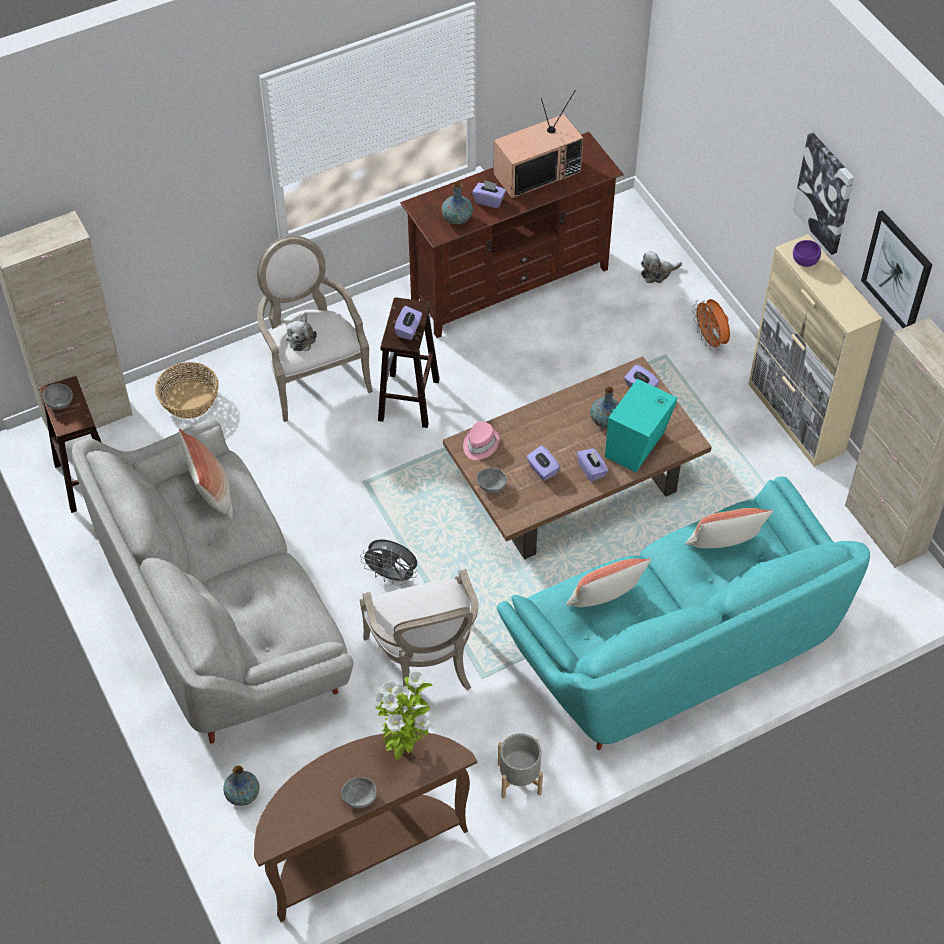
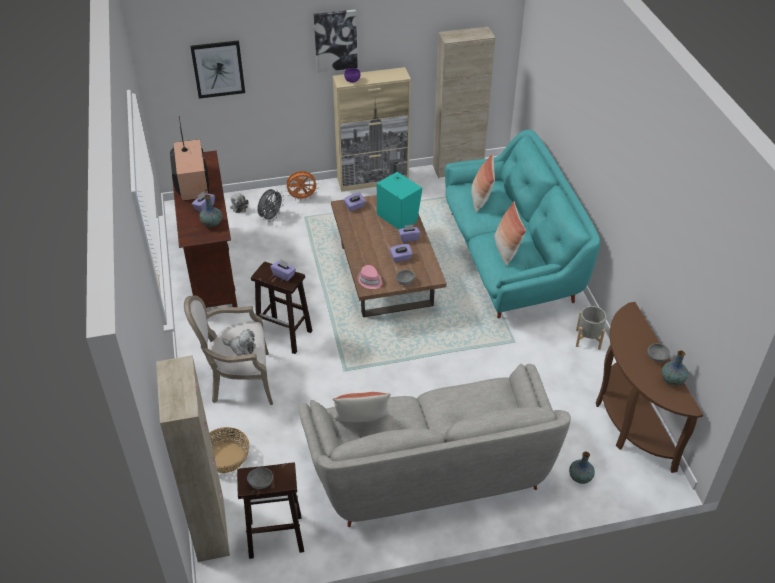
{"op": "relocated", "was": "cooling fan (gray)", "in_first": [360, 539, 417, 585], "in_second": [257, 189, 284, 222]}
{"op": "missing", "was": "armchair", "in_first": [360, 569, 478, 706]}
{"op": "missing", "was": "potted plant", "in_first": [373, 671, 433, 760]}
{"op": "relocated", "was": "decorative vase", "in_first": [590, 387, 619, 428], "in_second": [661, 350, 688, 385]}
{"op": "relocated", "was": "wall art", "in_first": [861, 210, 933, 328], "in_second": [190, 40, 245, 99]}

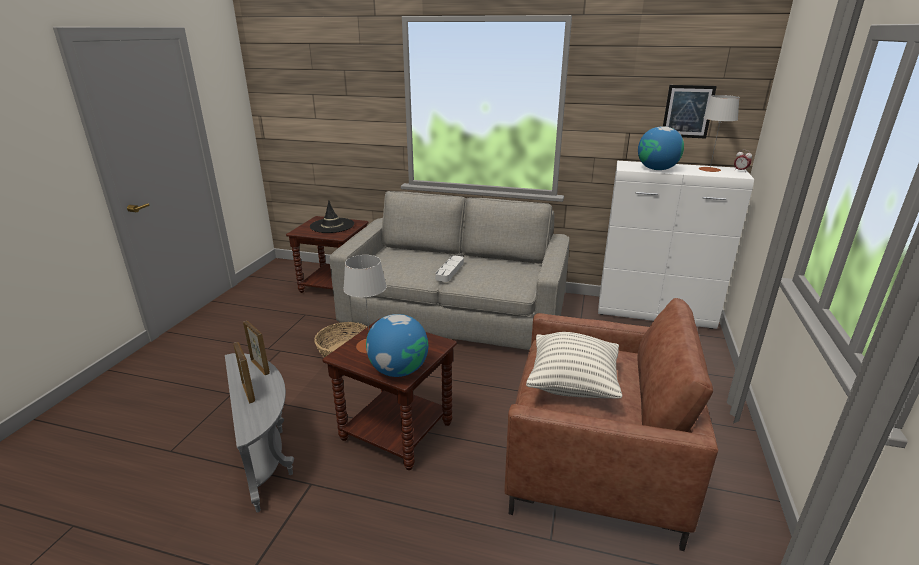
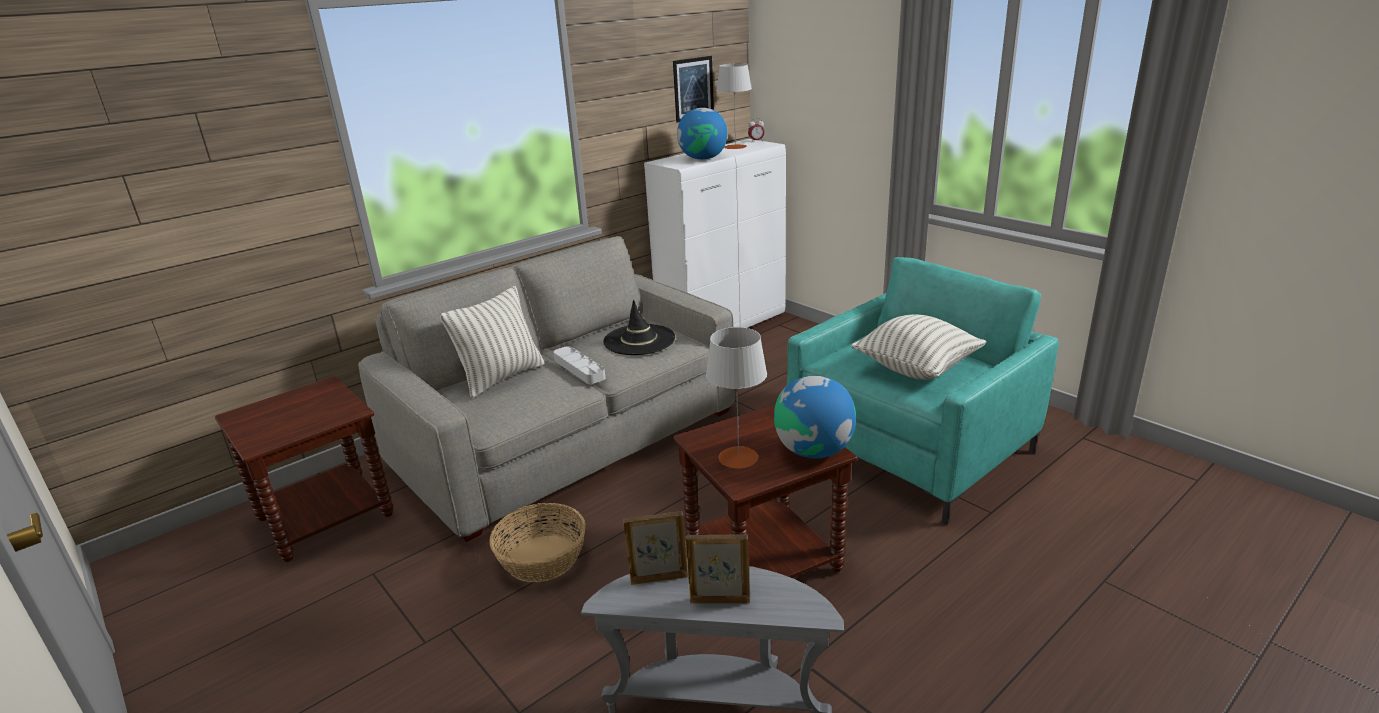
{"op": "relocated", "was": "clothing hat (black-coloured)", "in_first": [310, 200, 354, 233], "in_second": [603, 300, 675, 355]}
{"op": "colour", "was": "armchair (brown-coloured)", "now": "armchair (turquoise-coloured)", "in_first": [504, 298, 718, 551], "in_second": [787, 257, 1059, 525]}
{"op": "appeared", "now": "throw pillow", "in_second": [440, 286, 544, 398]}

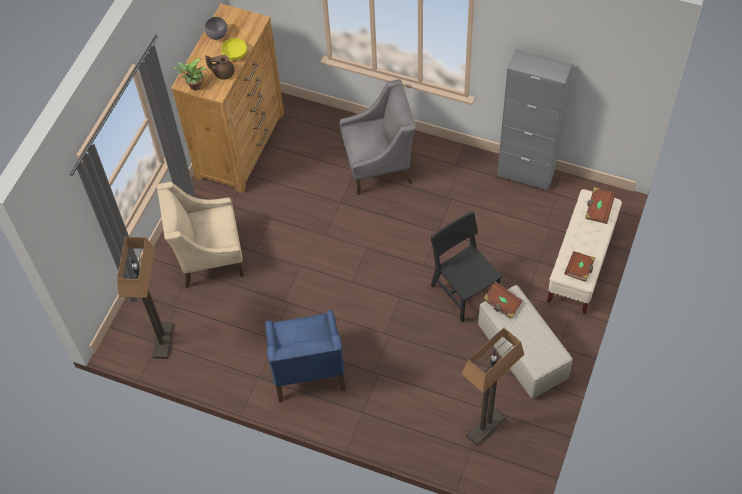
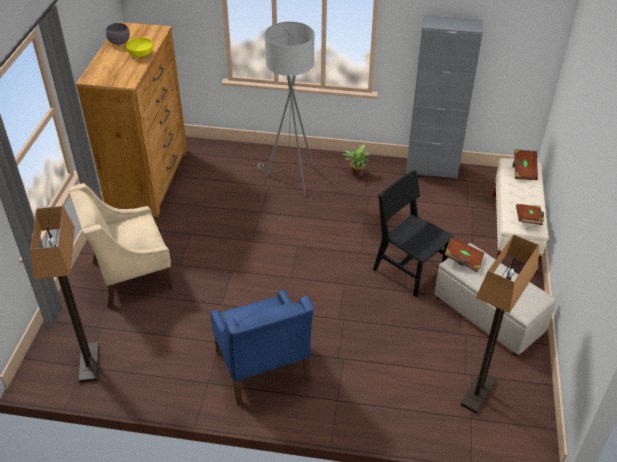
{"op": "relocated", "was": "potted plant", "in_first": [172, 58, 207, 90], "in_second": [342, 145, 370, 176]}
{"op": "missing", "was": "teapot (brown-coloured)", "in_first": [205, 55, 234, 80]}
{"op": "exchanged", "was": "armchair (gray)", "now": "standing lamp (gray)", "in_first": [340, 79, 416, 195], "in_second": [257, 22, 314, 196]}

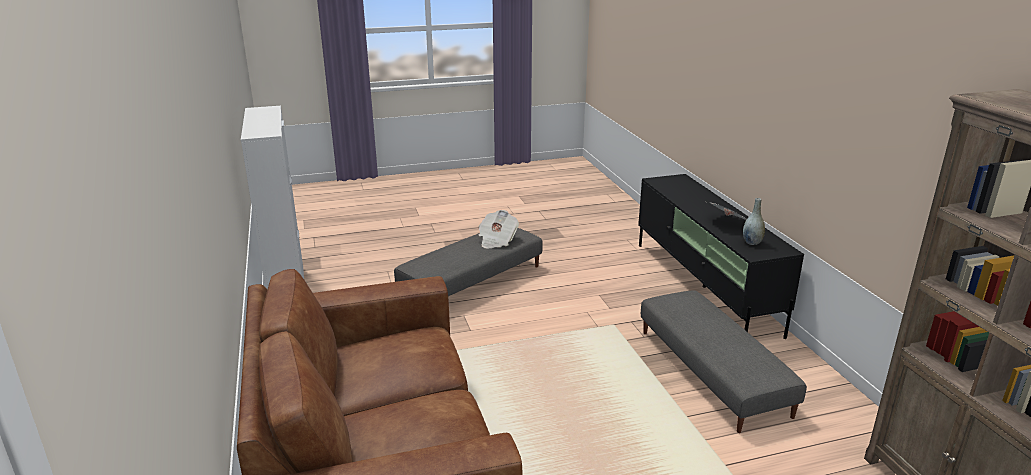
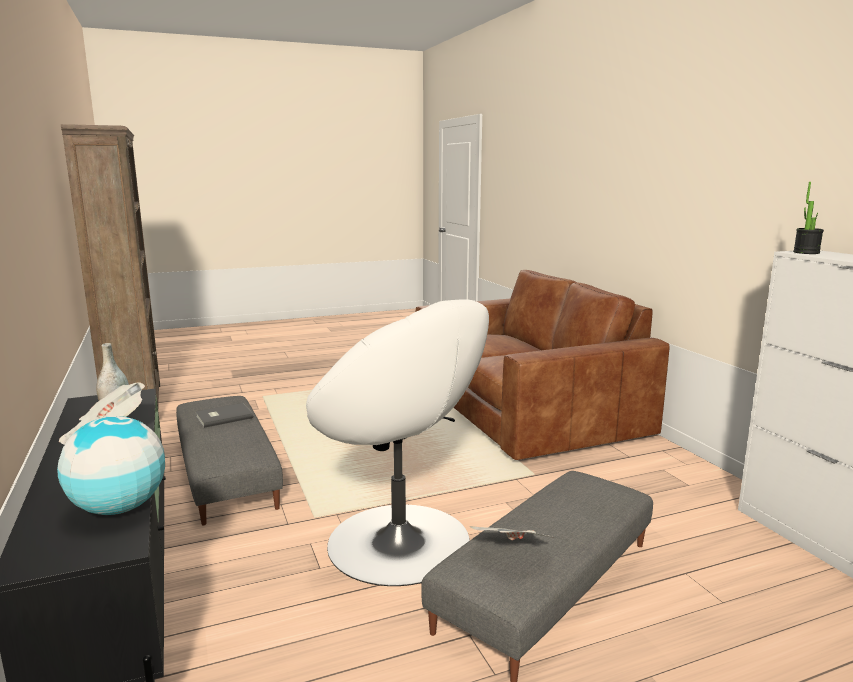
{"op": "appeared", "now": "globe", "in_second": [57, 416, 165, 515]}
{"op": "appeared", "now": "volume (gray)", "in_second": [196, 403, 253, 428]}
{"op": "appeared", "now": "armchair (white)", "in_second": [306, 299, 489, 586]}
{"op": "appeared", "now": "potted plant", "in_second": [793, 182, 824, 254]}

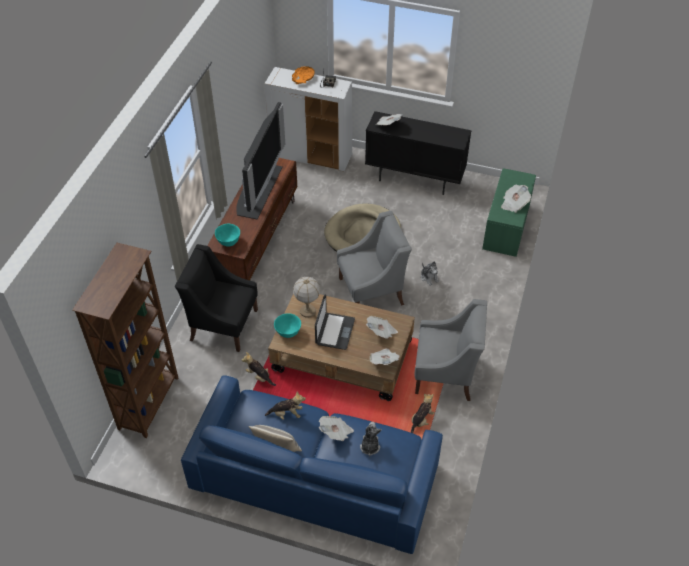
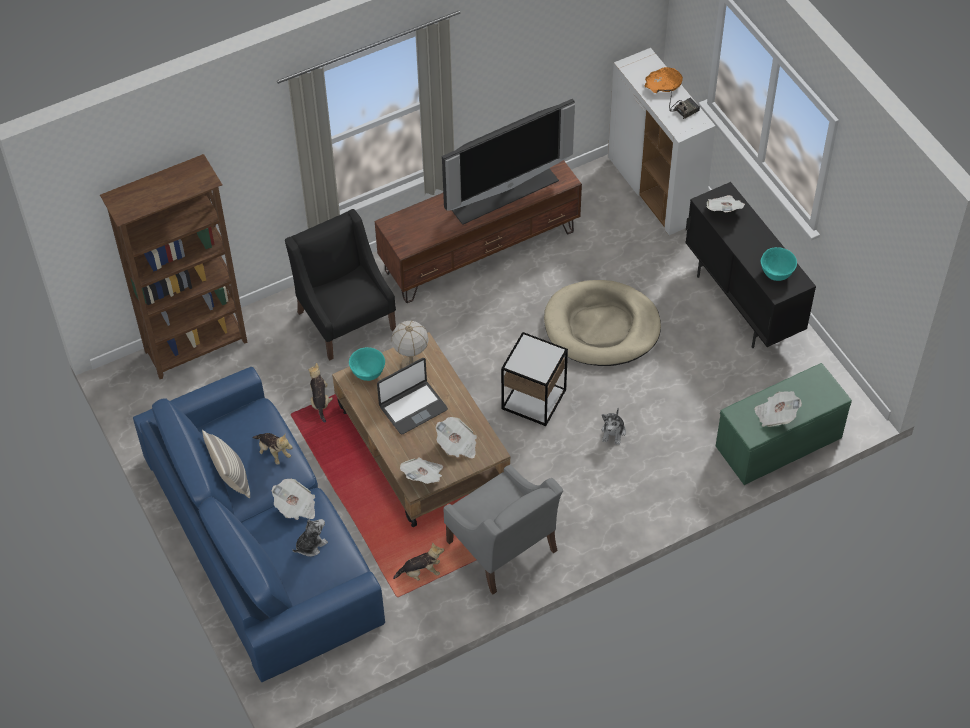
{"op": "relocated", "was": "bowl (turquoise-coloured)", "in_first": [215, 224, 240, 247], "in_second": [761, 247, 797, 281]}
{"op": "exchanged", "was": "armchair (gray)", "now": "side table", "in_first": [337, 211, 412, 305], "in_second": [501, 332, 568, 426]}

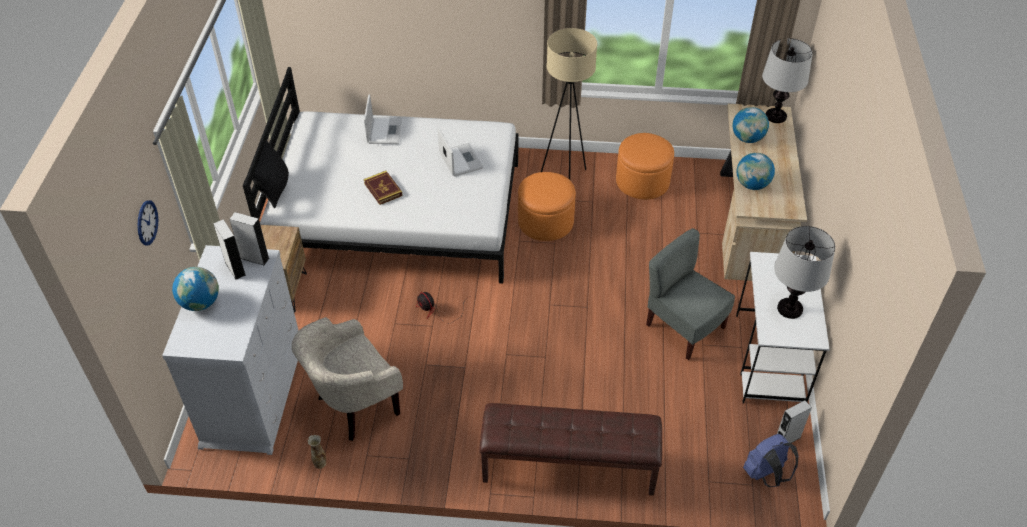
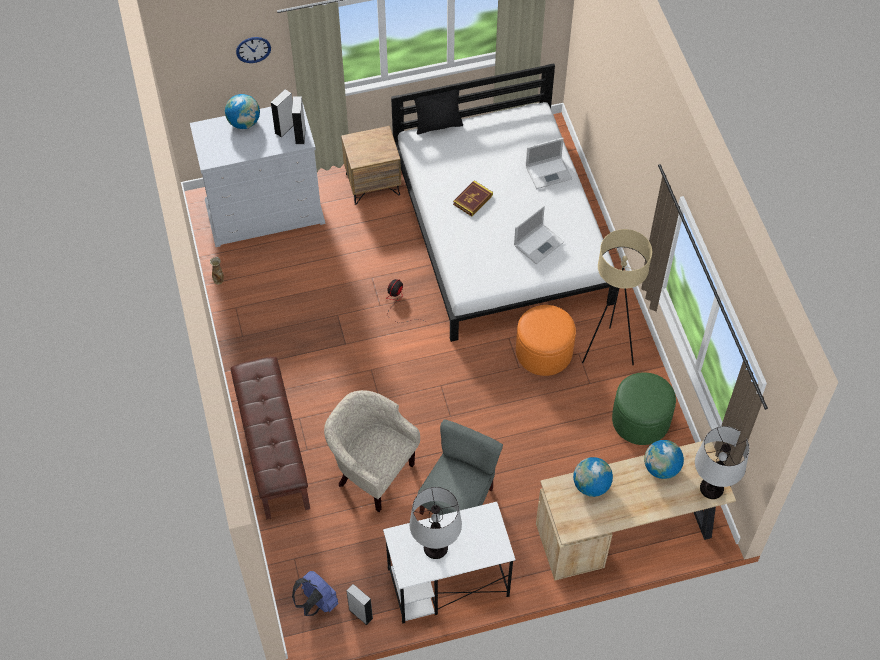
{"op": "relocated", "was": "armchair (sand-coloured)", "in_first": [292, 317, 403, 441], "in_second": [324, 390, 420, 512]}
{"op": "colour", "was": "ottoman (orange)", "now": "ottoman (green-coloured)", "in_first": [616, 133, 674, 200], "in_second": [612, 373, 676, 445]}

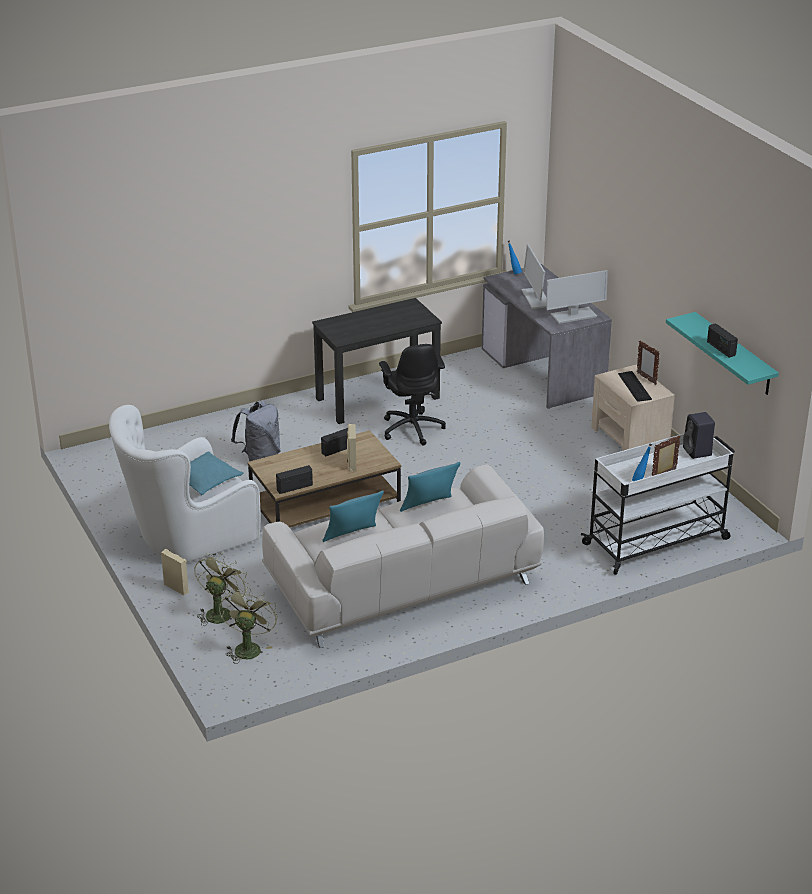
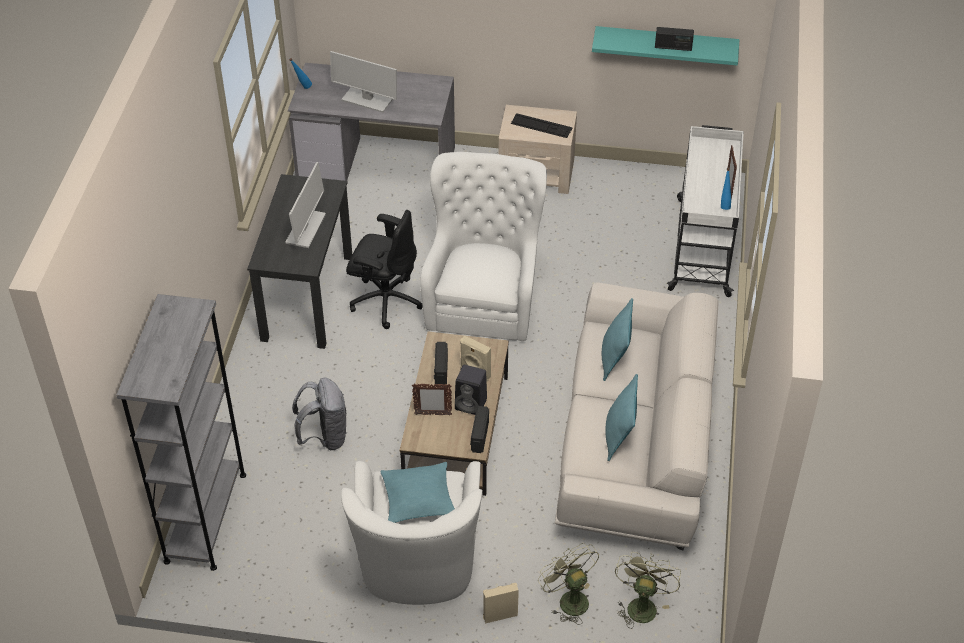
{"op": "spun", "was": "cooling fan (green-coloured)", "in_first": [219, 587, 278, 664], "in_second": [615, 552, 681, 629], "clockwise": 60}
{"op": "relocated", "was": "computer screen", "in_first": [546, 270, 608, 324], "in_second": [285, 162, 326, 248]}
{"op": "relocated", "was": "photo frame", "in_first": [637, 340, 660, 385], "in_second": [412, 383, 452, 415]}
{"op": "relocated", "was": "audio speaker (black-coloured)", "in_first": [683, 412, 715, 459], "in_second": [455, 365, 487, 415]}
{"op": "appeared", "now": "shelving unit (gray)", "in_second": [116, 294, 246, 571]}
{"op": "appeared", "now": "armchair (white)", "in_second": [420, 152, 547, 341]}

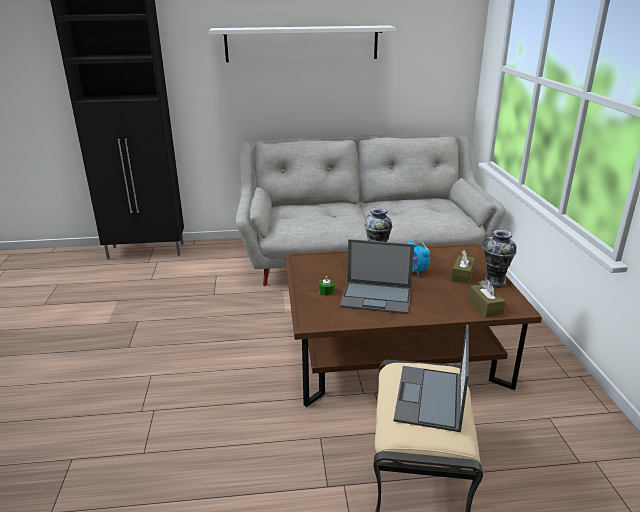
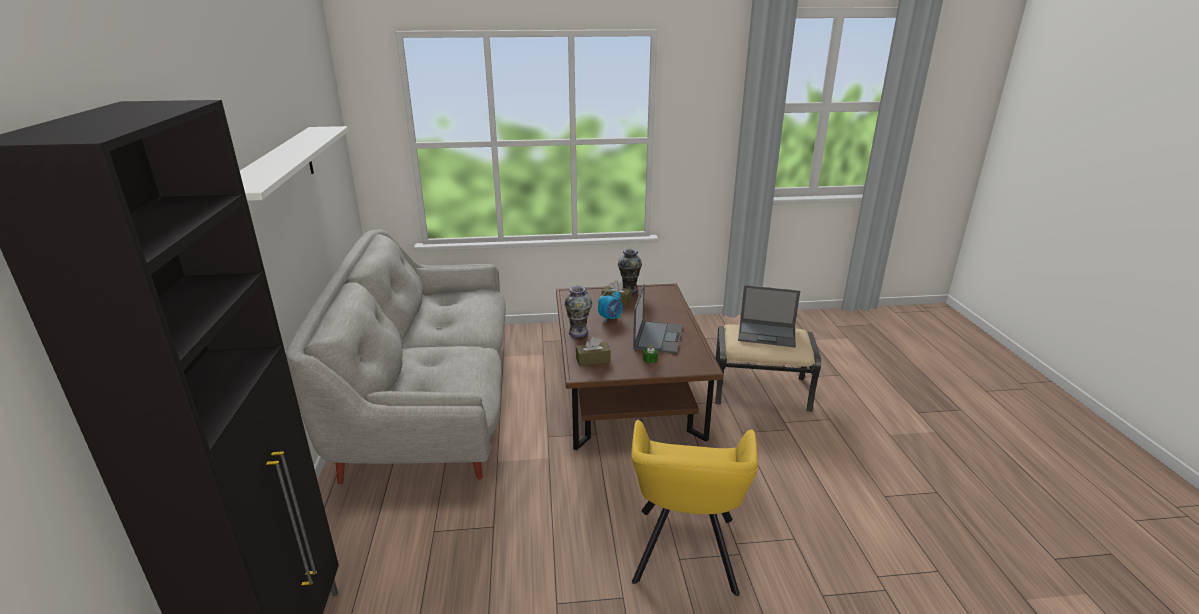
{"op": "relocated", "was": "box of tissues (brown-coloured)", "in_first": [469, 280, 505, 317], "in_second": [576, 337, 611, 366]}
{"op": "appeared", "now": "armchair (yellowish)", "in_second": [632, 420, 758, 596]}

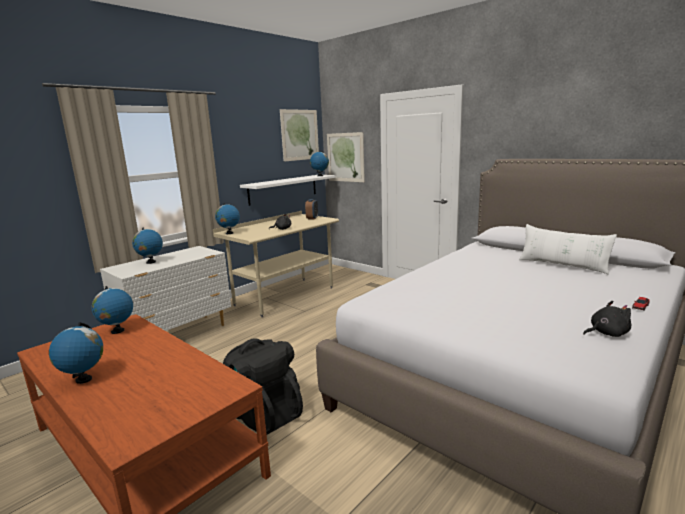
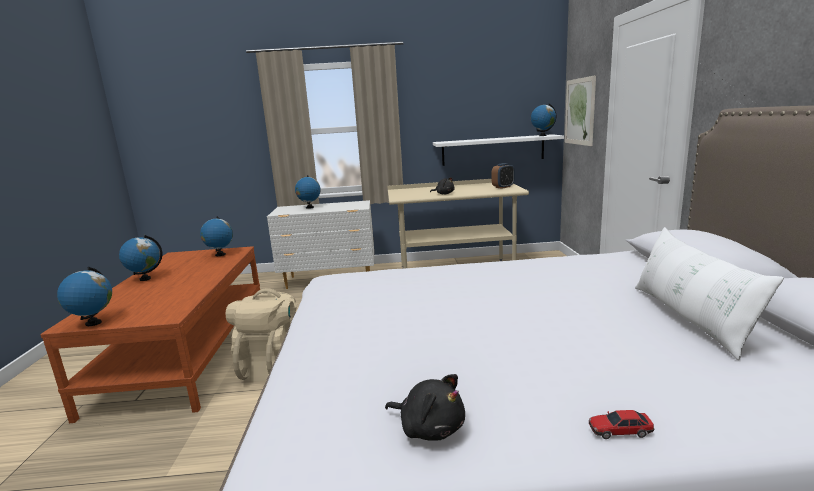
{"op": "relocated", "was": "globe", "in_first": [215, 203, 240, 234], "in_second": [57, 267, 112, 326]}
{"op": "colour", "was": "backpack (black-coloured)", "now": "backpack (sand-coloured)", "in_first": [223, 338, 303, 435], "in_second": [226, 288, 297, 381]}
{"op": "missing", "was": "wall art", "in_first": [280, 109, 319, 162]}

